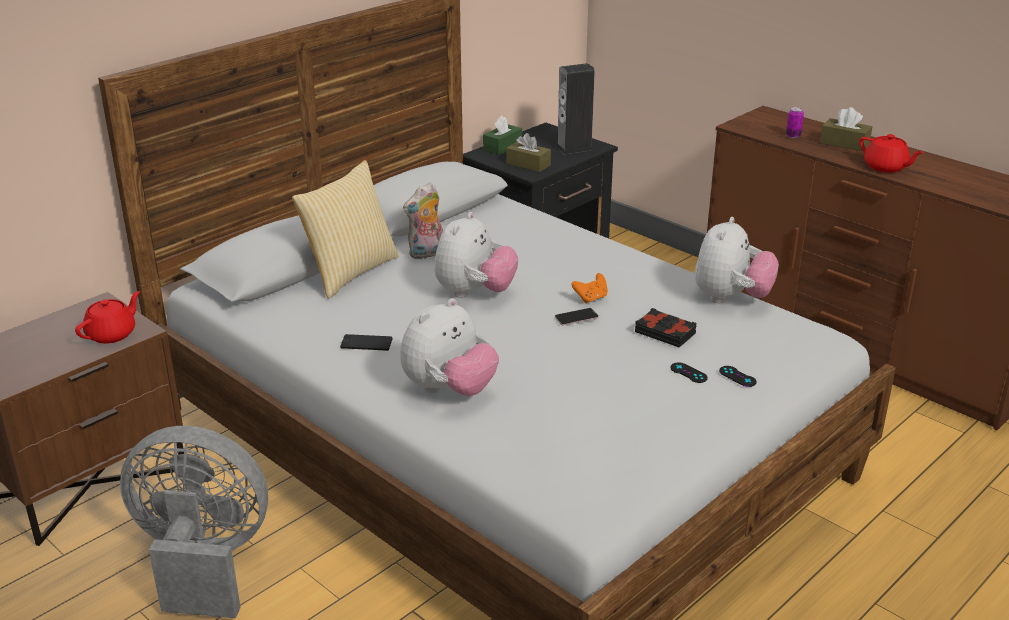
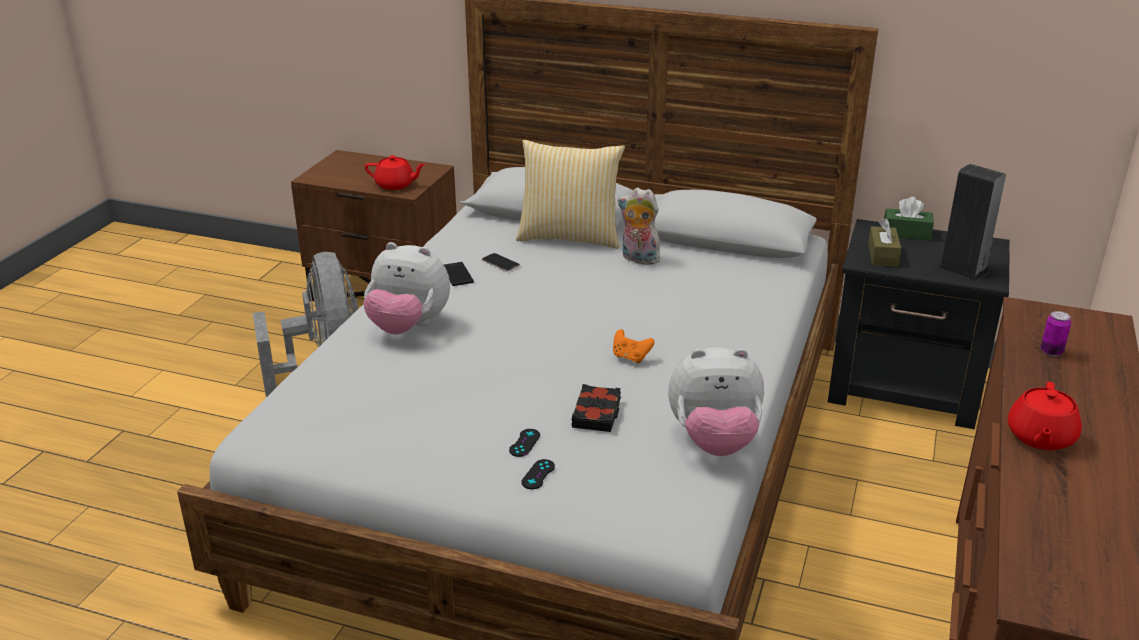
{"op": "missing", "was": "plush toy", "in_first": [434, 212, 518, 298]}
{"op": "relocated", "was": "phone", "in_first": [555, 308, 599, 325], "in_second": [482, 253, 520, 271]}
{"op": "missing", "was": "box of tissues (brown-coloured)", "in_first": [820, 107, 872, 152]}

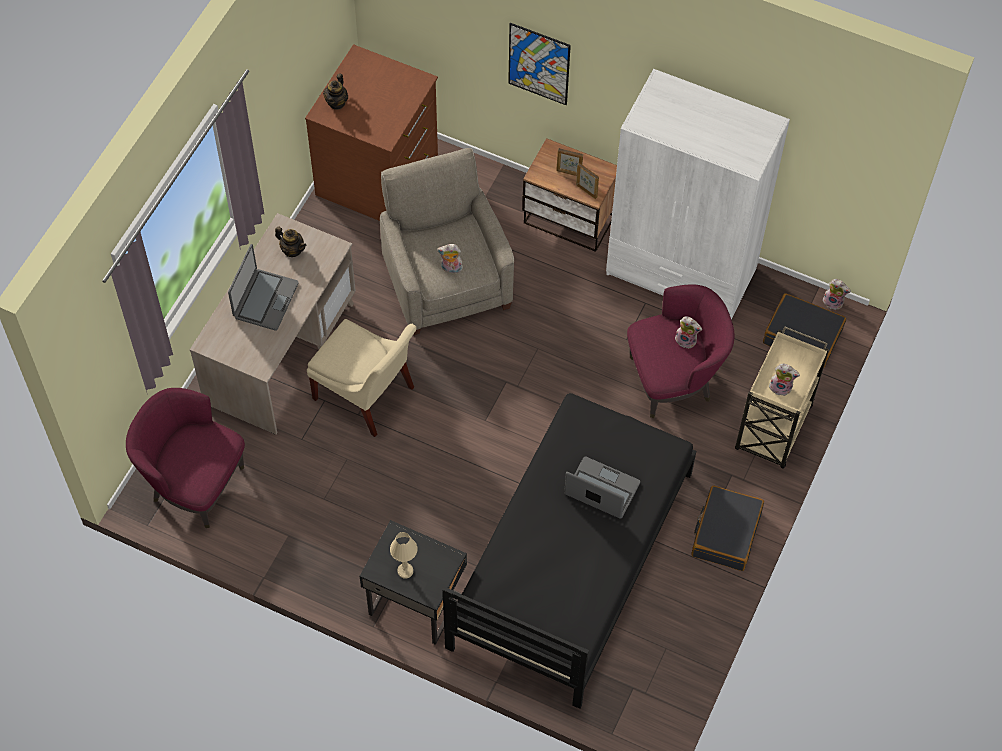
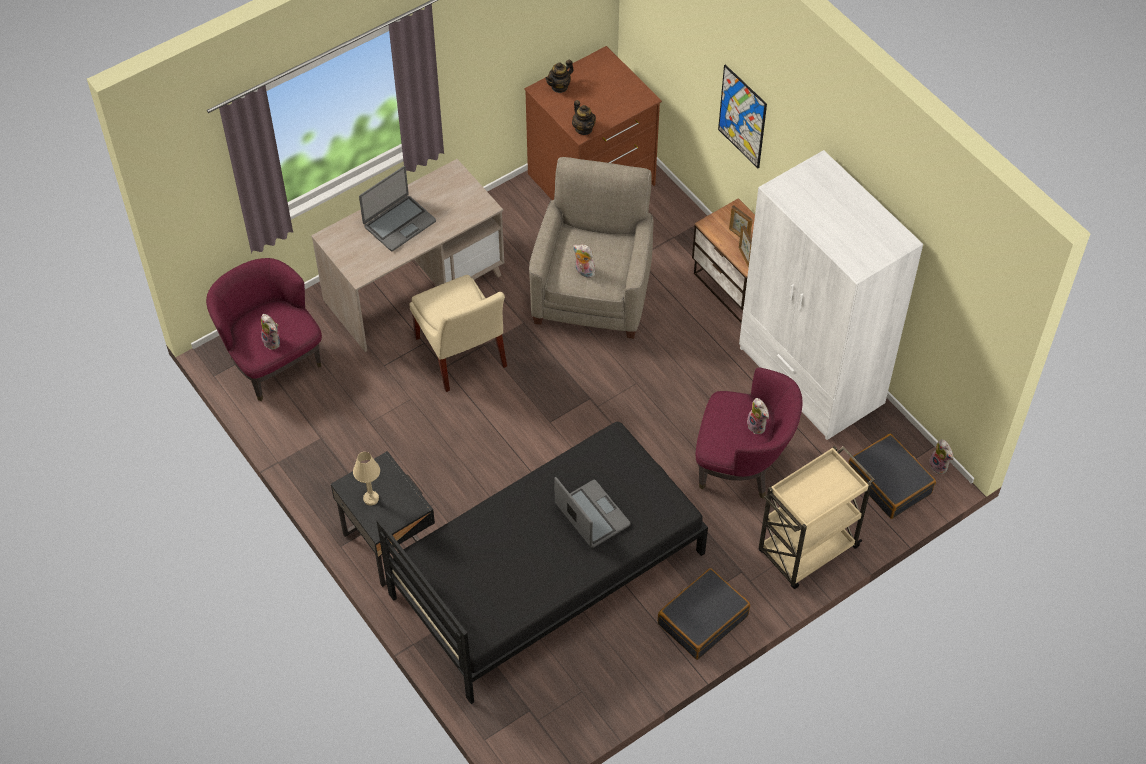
{"op": "relocated", "was": "teapot", "in_first": [275, 226, 306, 257], "in_second": [572, 100, 596, 135]}
{"op": "relocated", "was": "plush toy", "in_first": [769, 364, 800, 396], "in_second": [261, 314, 280, 350]}

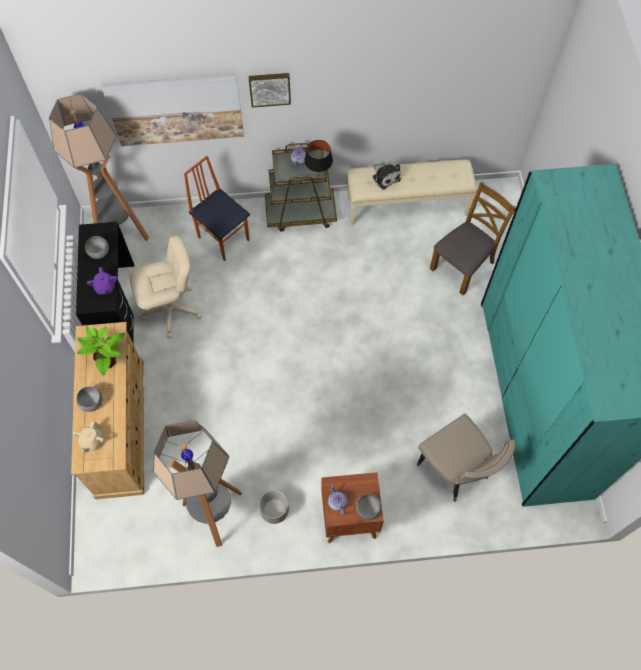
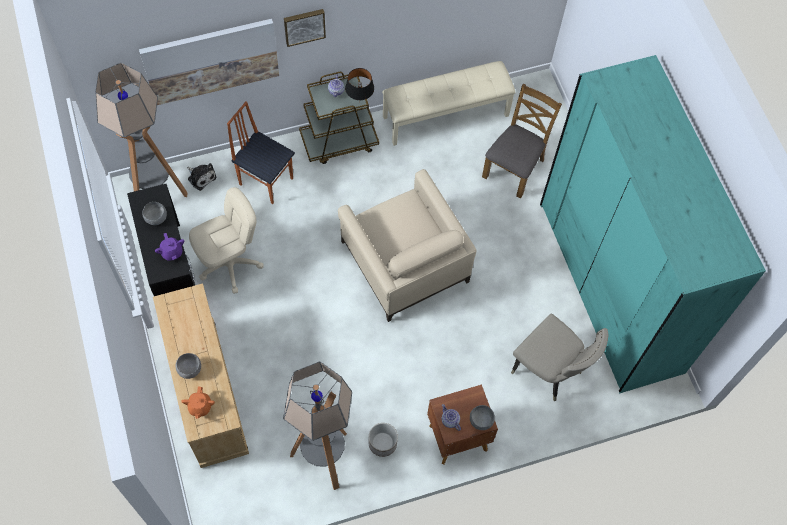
{"op": "colour", "was": "teapot (sand-coloured)", "now": "teapot (orange)", "in_first": [73, 421, 104, 453], "in_second": [181, 387, 215, 419]}
{"op": "missing", "was": "potted plant", "in_first": [77, 326, 125, 376]}
{"op": "relocated", "was": "plush toy", "in_first": [373, 164, 401, 190], "in_second": [187, 163, 217, 191]}
{"op": "appeared", "now": "armchair (sand-coloured)", "in_second": [338, 169, 476, 322]}

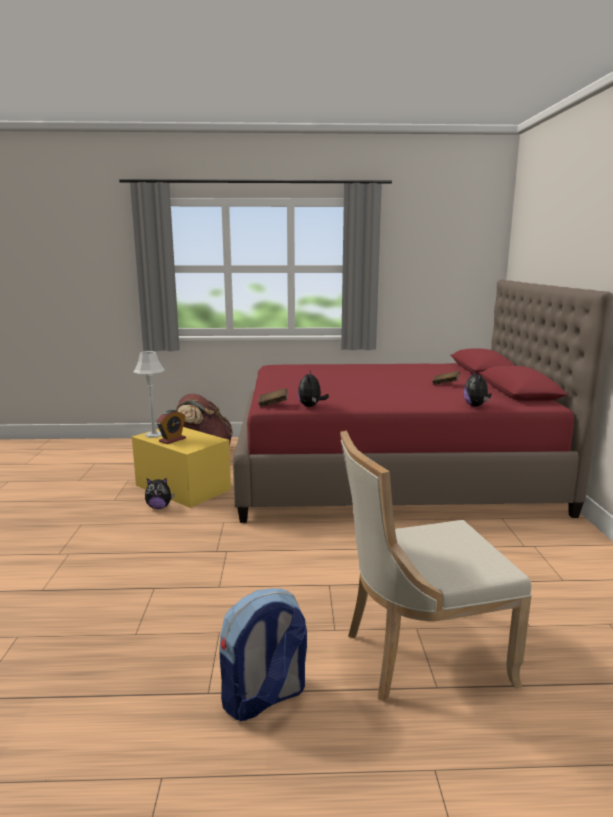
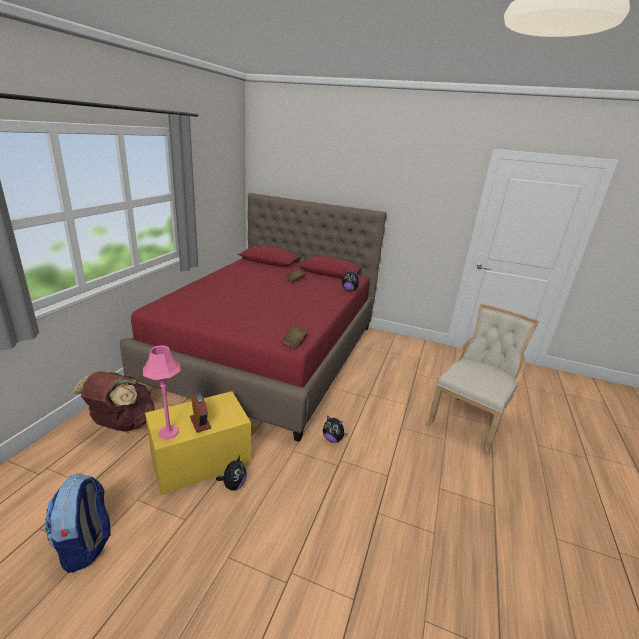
{"op": "colour", "was": "tabletop lamp (gray)", "now": "tabletop lamp (pink)", "in_first": [133, 351, 165, 438], "in_second": [143, 345, 181, 440]}
{"op": "relocated", "was": "backpack", "in_first": [219, 588, 307, 721], "in_second": [45, 473, 110, 573]}
{"op": "relocated", "was": "plush toy", "in_first": [298, 371, 329, 407], "in_second": [323, 415, 348, 443]}
{"op": "spun", "was": "plain chair (sand-coloured)", "in_first": [340, 430, 532, 702], "in_second": [426, 304, 539, 455], "clockwise": -150}

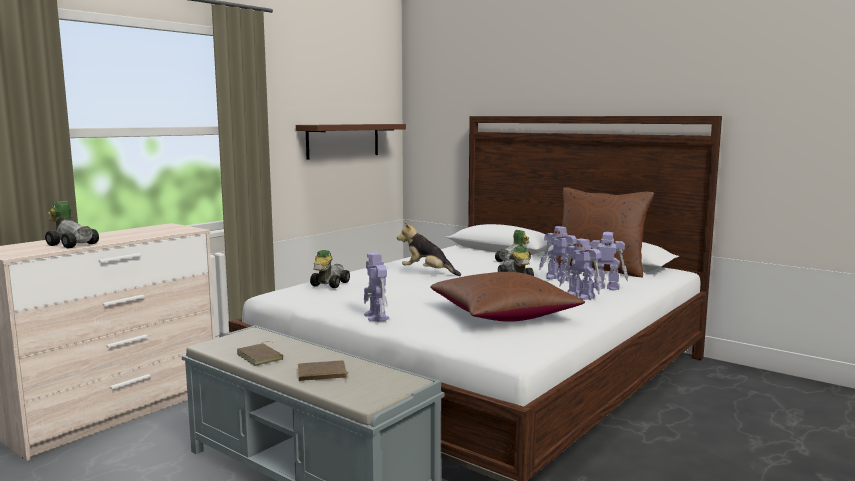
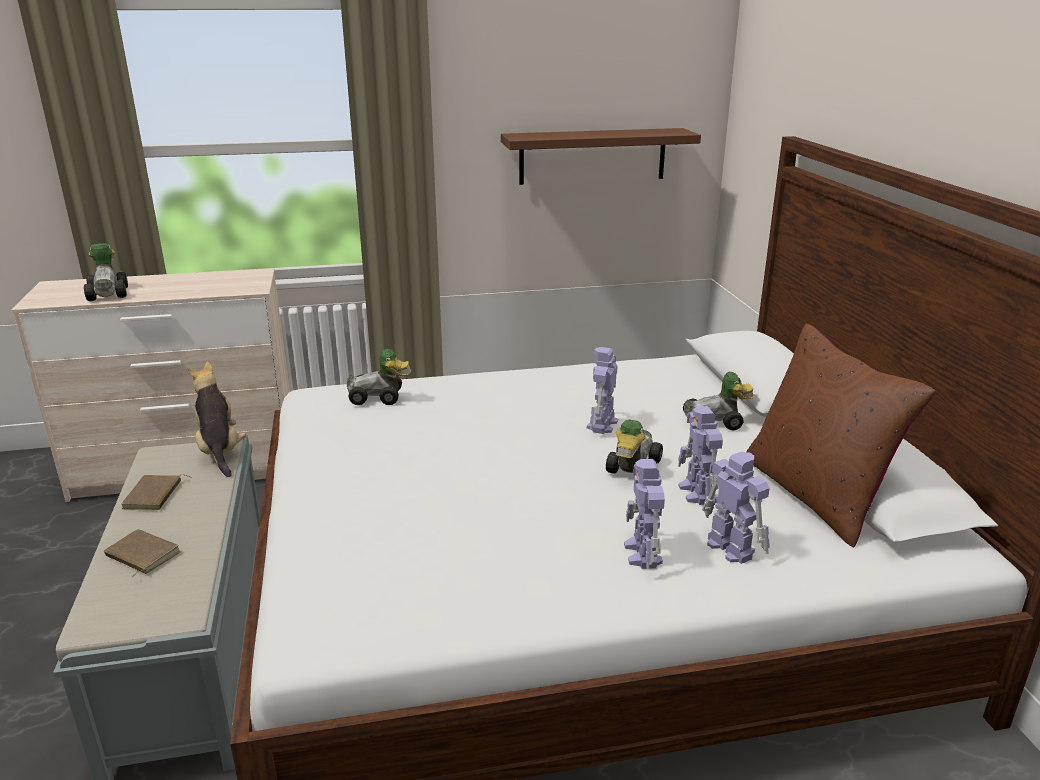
{"op": "spun", "was": "model car", "in_first": [310, 250, 350, 288], "in_second": [347, 349, 411, 405], "clockwise": -150}
{"op": "relocated", "was": "model robot", "in_first": [364, 252, 389, 322], "in_second": [587, 347, 618, 434]}
{"op": "relocated", "was": "plush toy", "in_first": [397, 222, 461, 276], "in_second": [188, 362, 246, 477]}
{"op": "missing", "was": "throw pillow (brown-coloured)", "in_first": [430, 272, 585, 322]}

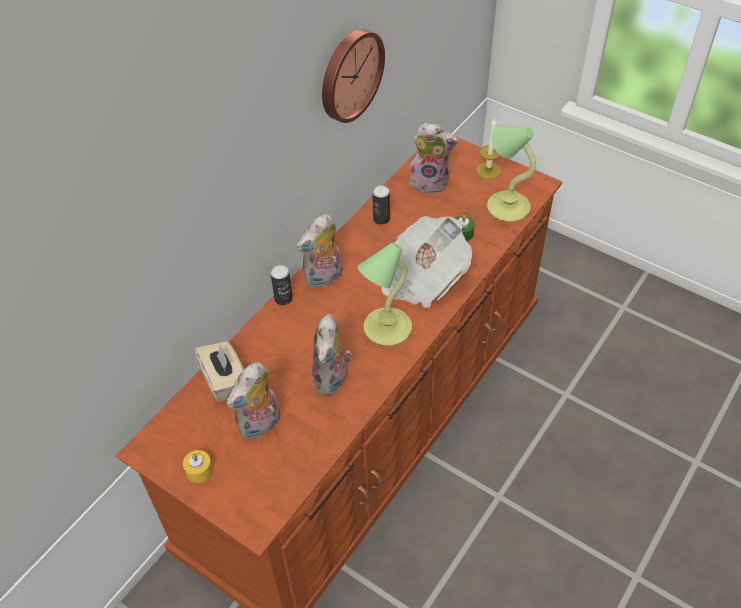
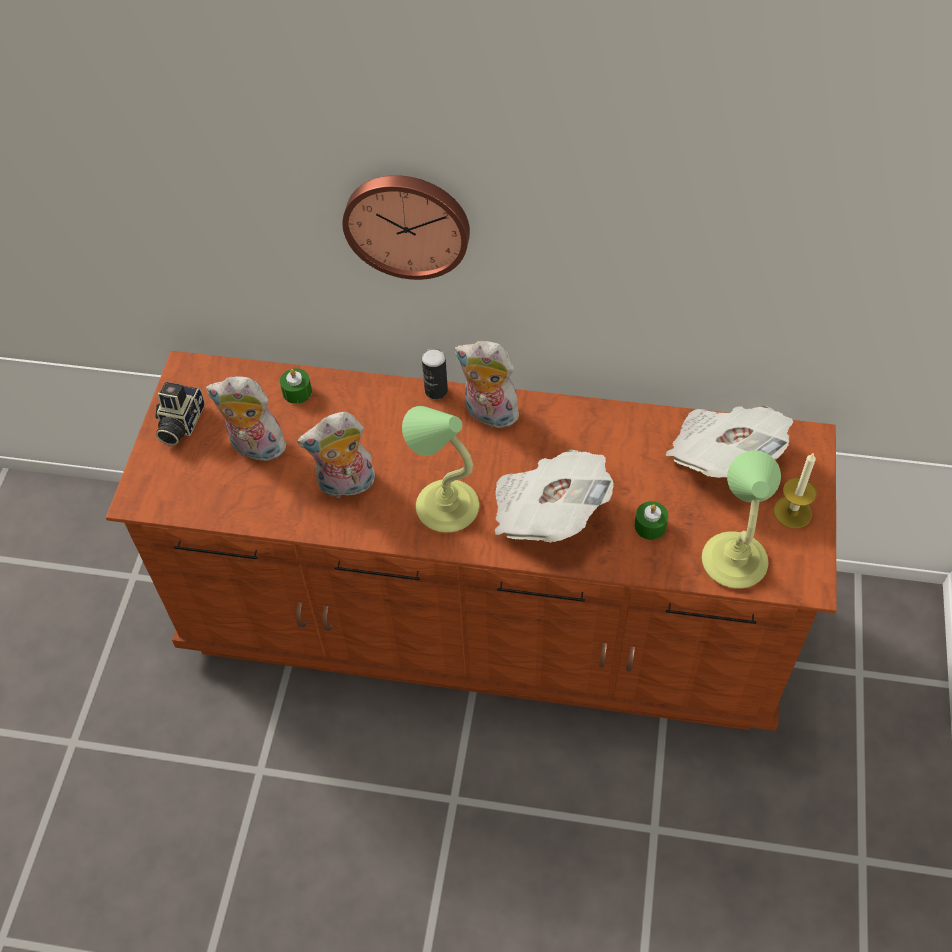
{"op": "exchanged", "was": "wax candle (yellowish)", "now": "photo camera", "in_first": [183, 450, 213, 483], "in_second": [155, 382, 205, 446]}
{"op": "exchanged", "was": "box of tissues (sand-coloured)", "now": "wax candle (green-coloured)", "in_first": [194, 341, 244, 402], "in_second": [280, 368, 312, 404]}
{"op": "relocated", "was": "clock on the wall", "in_first": [322, 29, 385, 123], "in_second": [342, 175, 470, 280]}
{"op": "missing", "was": "metal can", "in_first": [372, 185, 390, 225]}
{"op": "exchanged", "was": "plush toy", "now": "newspaper", "in_first": [410, 123, 458, 194], "in_second": [665, 406, 793, 478]}

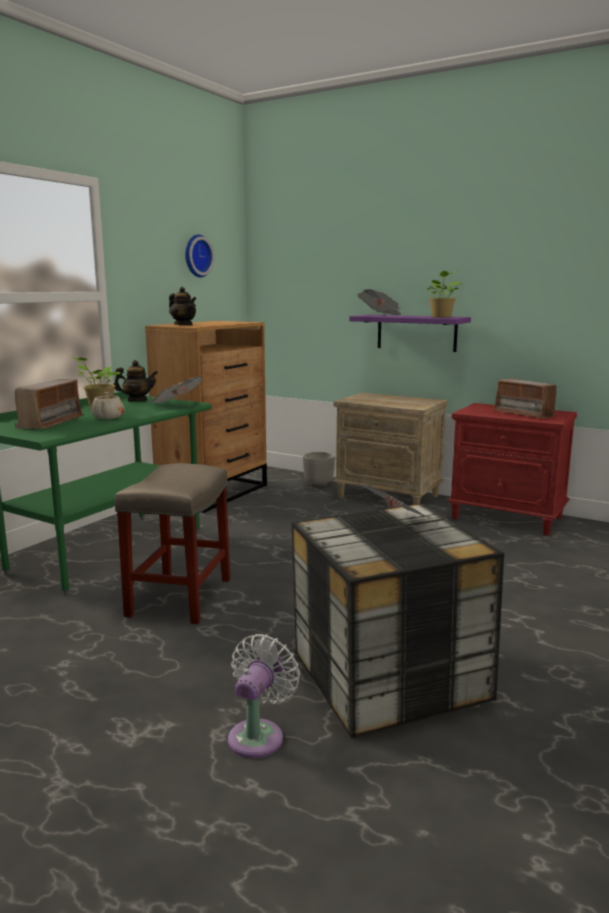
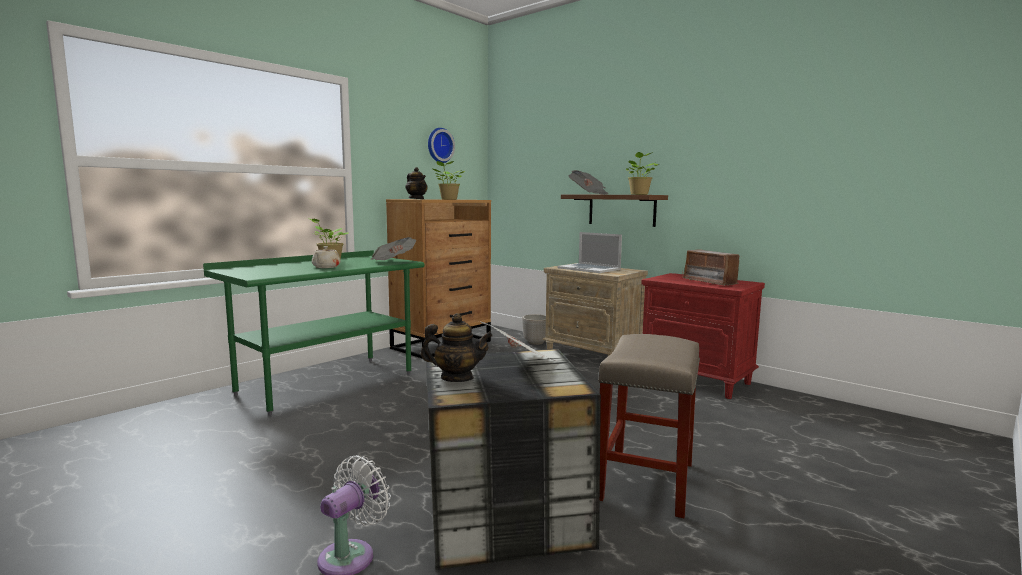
{"op": "missing", "was": "radio set", "in_first": [15, 379, 84, 430]}
{"op": "relocated", "was": "teapot", "in_first": [114, 360, 158, 401], "in_second": [421, 313, 493, 382]}
{"op": "relocated", "was": "stool (sand-coloured)", "in_first": [115, 463, 231, 624], "in_second": [598, 334, 700, 518]}
{"op": "colour", "was": "bracket shelf (purple)", "now": "bracket shelf (brown-coloured)", "in_first": [349, 315, 471, 352], "in_second": [561, 194, 668, 227]}
{"op": "appeared", "now": "potted plant", "in_second": [433, 161, 465, 200]}
{"op": "appeared", "now": "notebook computer", "in_second": [558, 232, 622, 273]}

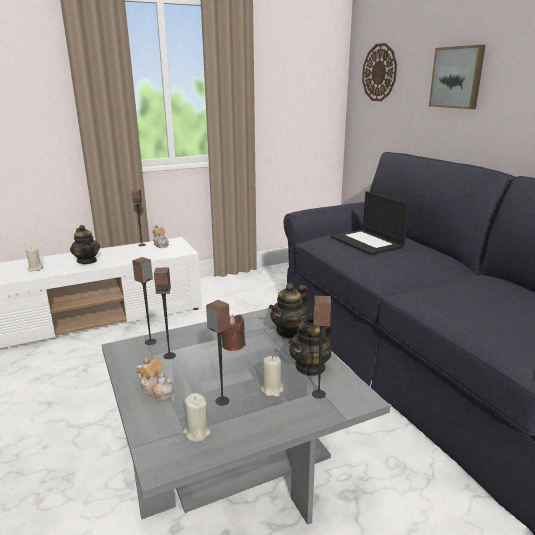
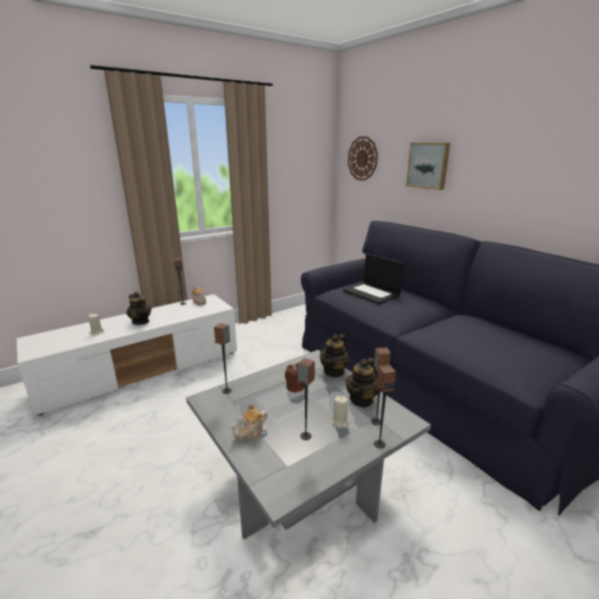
{"op": "spun", "was": "teapot", "in_first": [136, 357, 174, 401], "in_second": [230, 403, 268, 442], "clockwise": 120}
{"op": "relocated", "was": "audio speaker", "in_first": [154, 267, 176, 359], "in_second": [374, 365, 396, 449]}
{"op": "missing", "was": "wax candle (sand-coloured)", "in_first": [183, 393, 211, 442]}

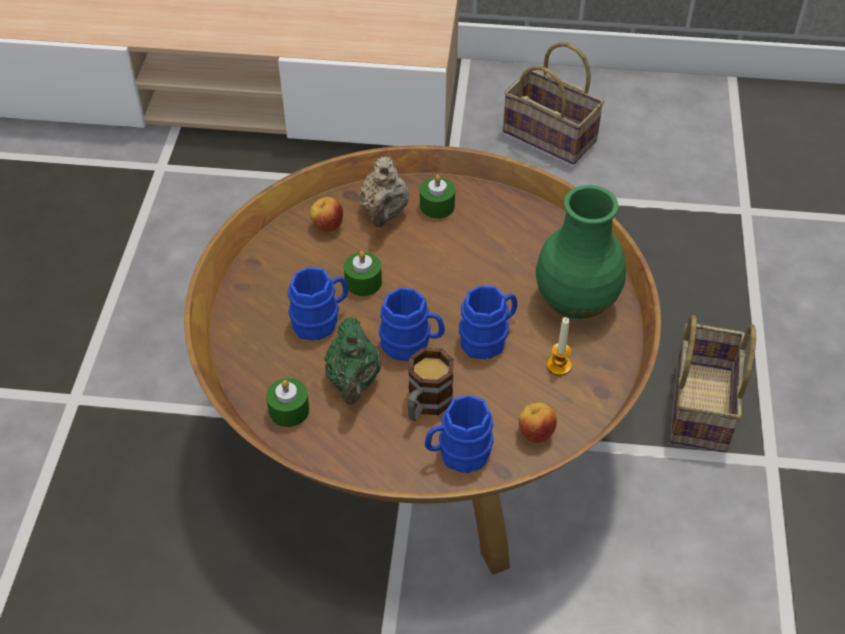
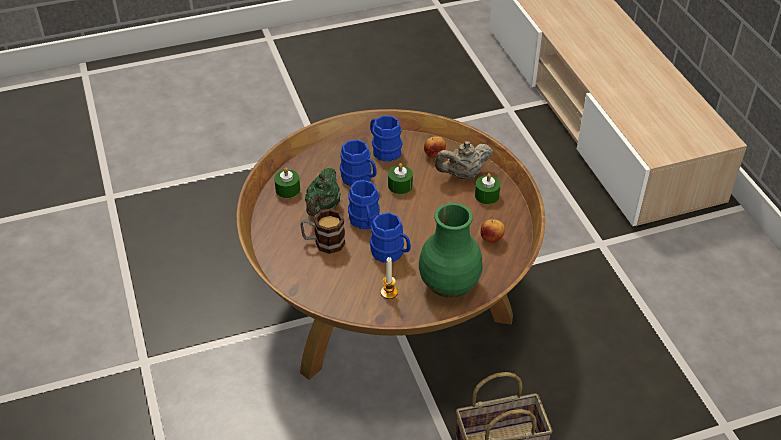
{"op": "spun", "was": "teapot (green-coloured)", "in_first": [324, 317, 381, 405], "in_second": [305, 168, 340, 216], "clockwise": -45}
{"op": "relocated", "was": "coffee mug (blue-coloured)", "in_first": [425, 395, 494, 473], "in_second": [370, 116, 403, 161]}
{"op": "missing", "was": "basket", "in_first": [503, 42, 604, 165]}
{"op": "relocated", "was": "apple fruit", "in_first": [519, 402, 557, 443], "in_second": [481, 220, 505, 243]}

